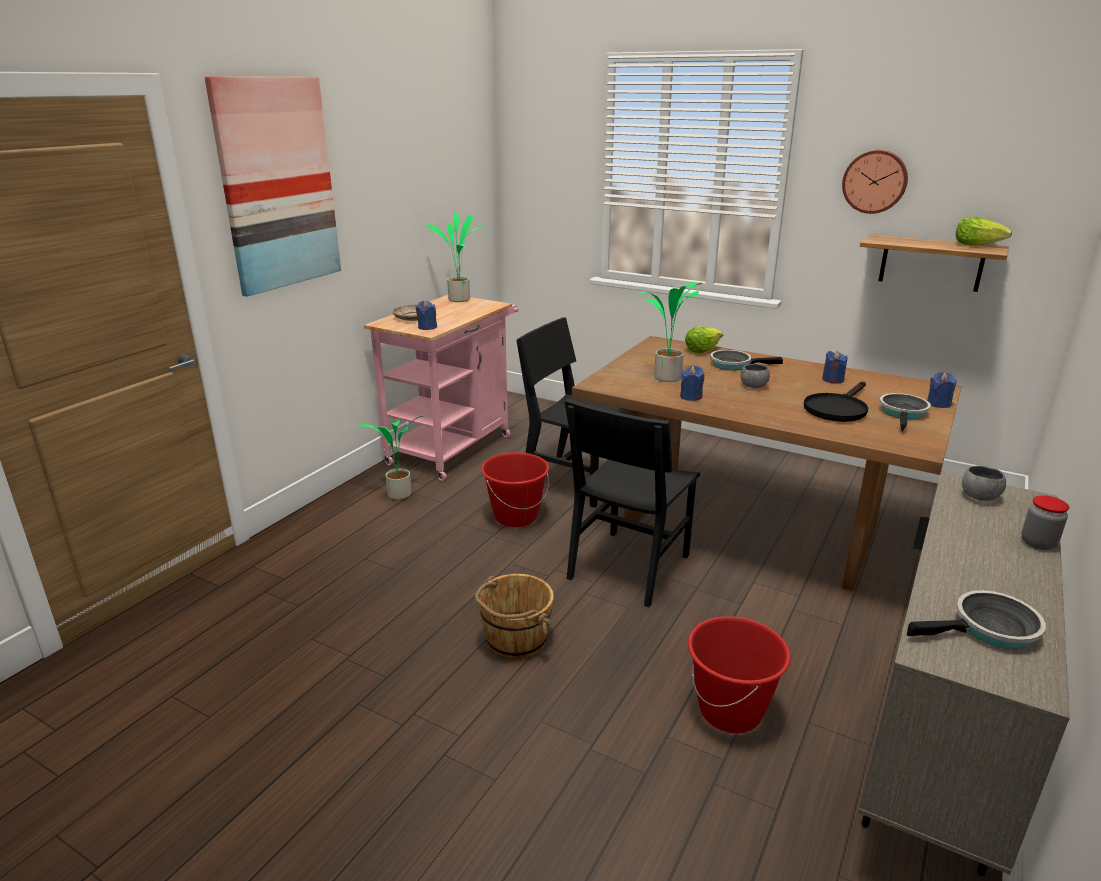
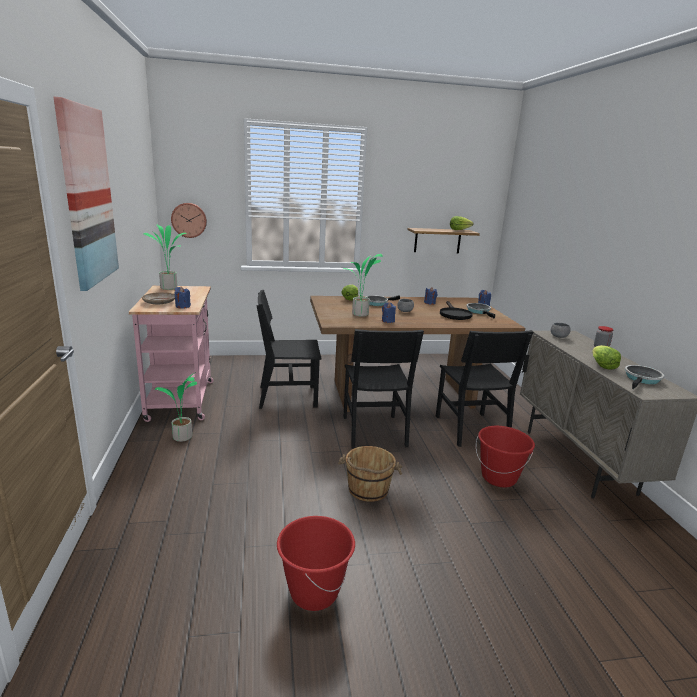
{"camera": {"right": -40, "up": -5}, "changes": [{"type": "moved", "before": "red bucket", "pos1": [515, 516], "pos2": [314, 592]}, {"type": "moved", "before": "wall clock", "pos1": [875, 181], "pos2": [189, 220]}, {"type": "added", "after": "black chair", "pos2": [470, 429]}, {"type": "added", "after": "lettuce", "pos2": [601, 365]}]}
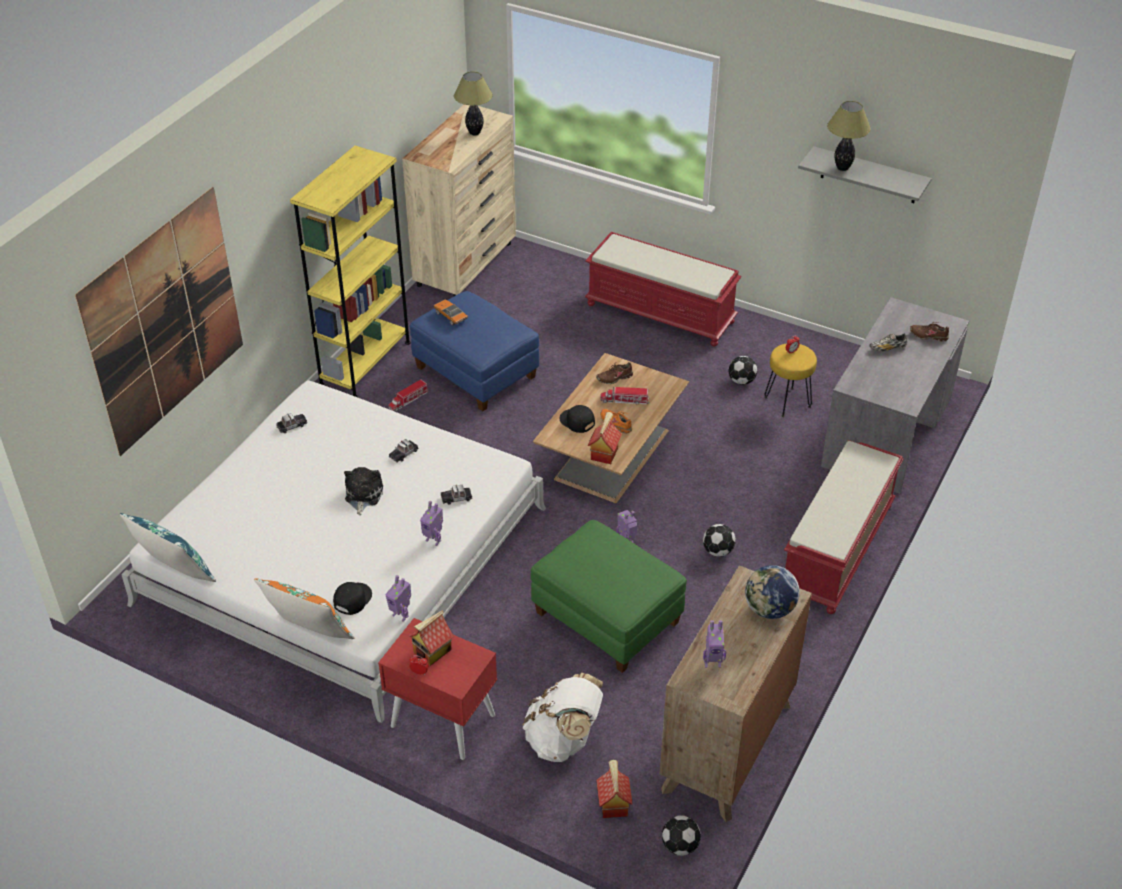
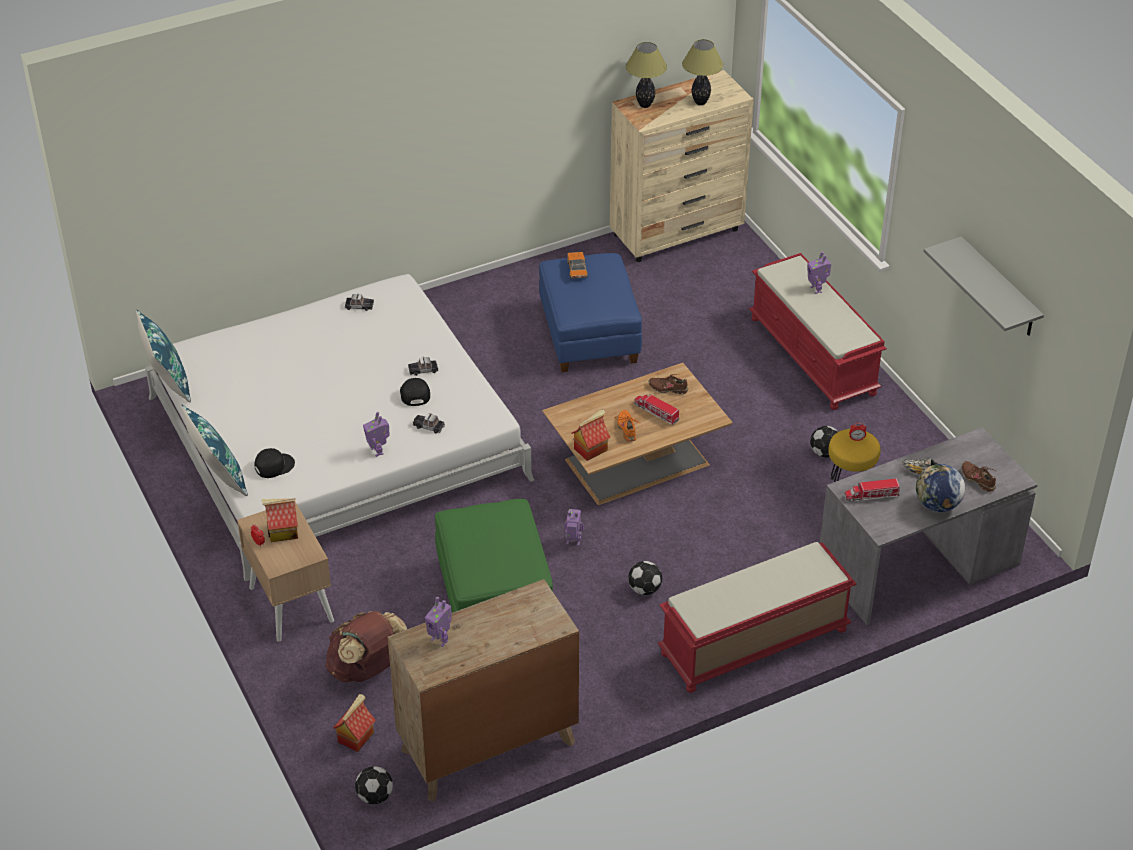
{"camera": {"right": 35, "up": 0}, "changes": [{"type": "removed", "before": "picture", "pos1": [165, 321]}, {"type": "recoloured", "before": "orange pillow", "after": "blue pillow", "pos1": [309, 635], "pos2": [218, 476]}, {"type": "removed", "before": "yellow bookcase", "pos1": [365, 363]}, {"type": "removed", "before": "plush toy", "pos1": [363, 495]}, {"type": "recoloured", "before": "red nightstand", "after": "beige nightstand", "pos1": [442, 720], "pos2": [290, 604]}, {"type": "moved", "before": "toy robot", "pos1": [401, 615], "pos2": [816, 289]}, {"type": "moved", "before": "toy truck", "pos1": [408, 400], "pos2": [871, 495]}, {"type": "recoloured", "before": "white backpack", "after": "brown backpack", "pos1": [563, 740], "pos2": [366, 669]}, {"type": "moved", "before": "black cap", "pos1": [577, 421], "pos2": [414, 393]}, {"type": "moved", "before": "globe", "pos1": [769, 609], "pos2": [937, 505]}, {"type": "moved", "before": "table lamp", "pos1": [842, 168], "pos2": [645, 105]}]}
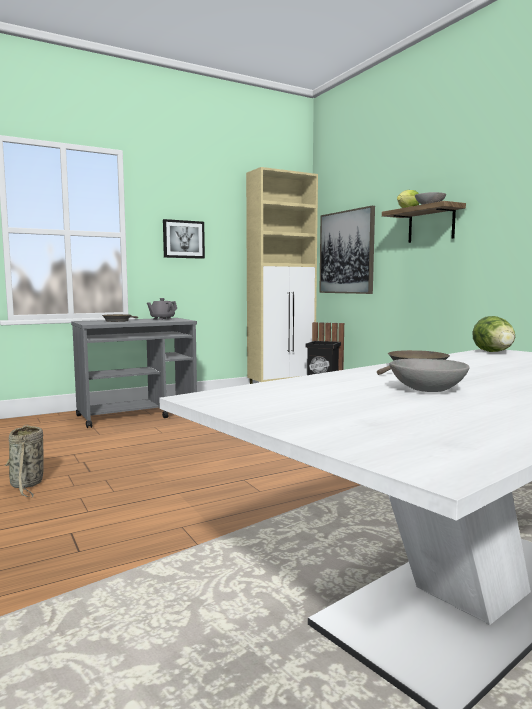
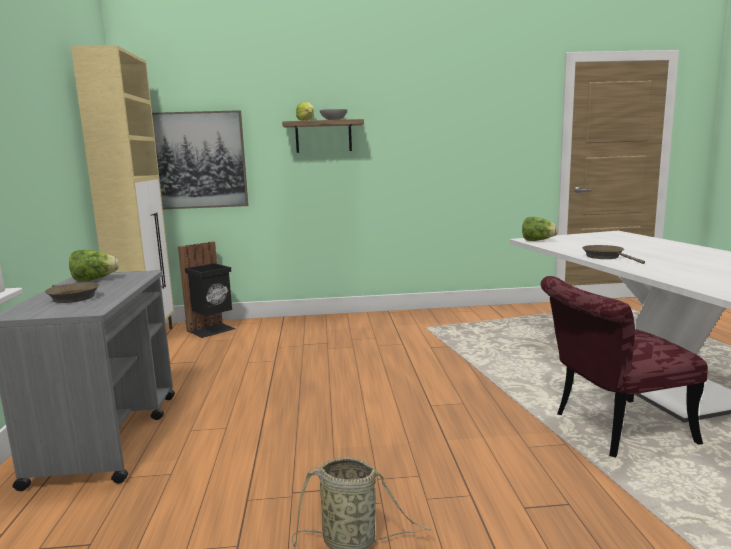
{"camera": {"right": -65, "up": 5}, "changes": [{"type": "replaced", "before": "grey teapot", "after": "lettuce", "pos1": [162, 319], "pos2": [94, 280]}, {"type": "removed", "before": "picture", "pos1": [183, 239]}, {"type": "removed", "before": "grey bowl", "pos1": [427, 390]}, {"type": "added", "after": "red chair", "pos2": [610, 430]}]}
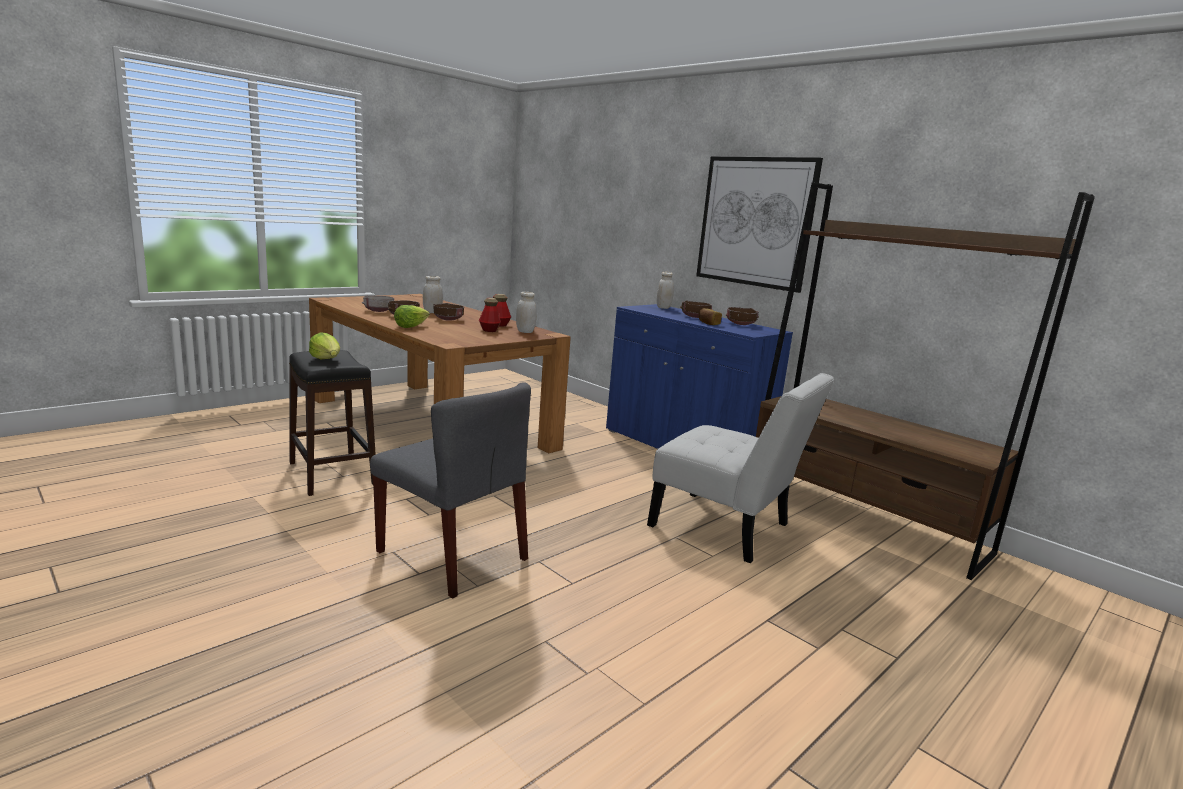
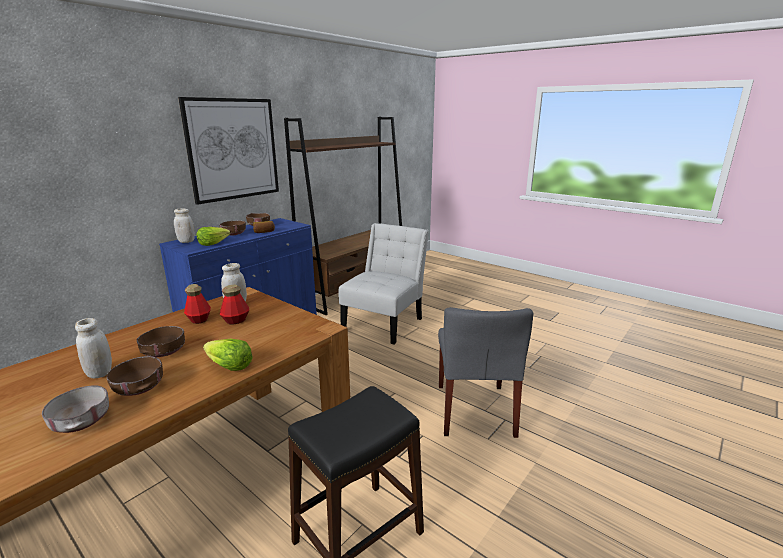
{"camera": {"right": -95, "up": 5}, "changes": [{"type": "moved", "before": "lettuce", "pos1": [327, 359], "pos2": [213, 244]}, {"type": "turned", "before": "grey chair", "pos1": [453, 556], "pos2": [475, 410], "turn": 150}]}
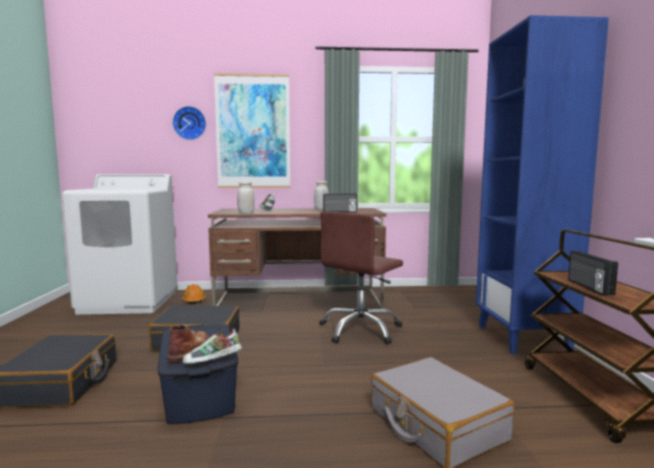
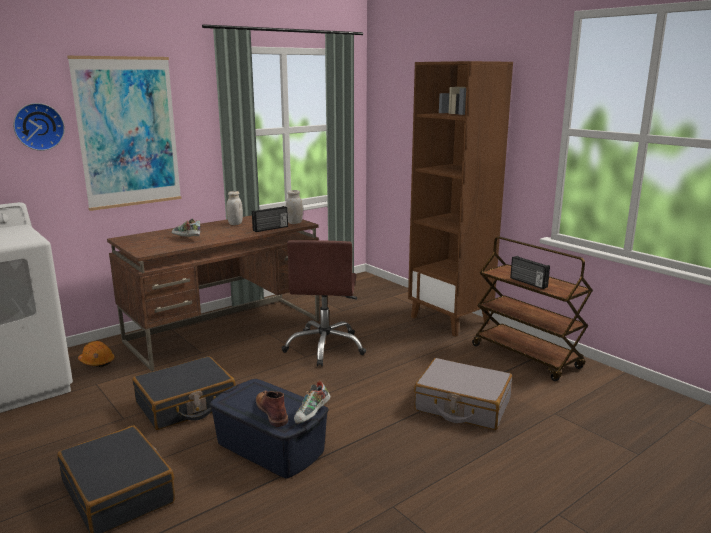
{"camera": {"right": -35, "up": 10}, "changes": [{"type": "moved", "before": "white jar", "pos1": [246, 213], "pos2": [294, 223]}, {"type": "recoloured", "before": "blue bookcase", "after": "brown bookcase", "pos1": [523, 338], "pos2": [450, 320]}]}
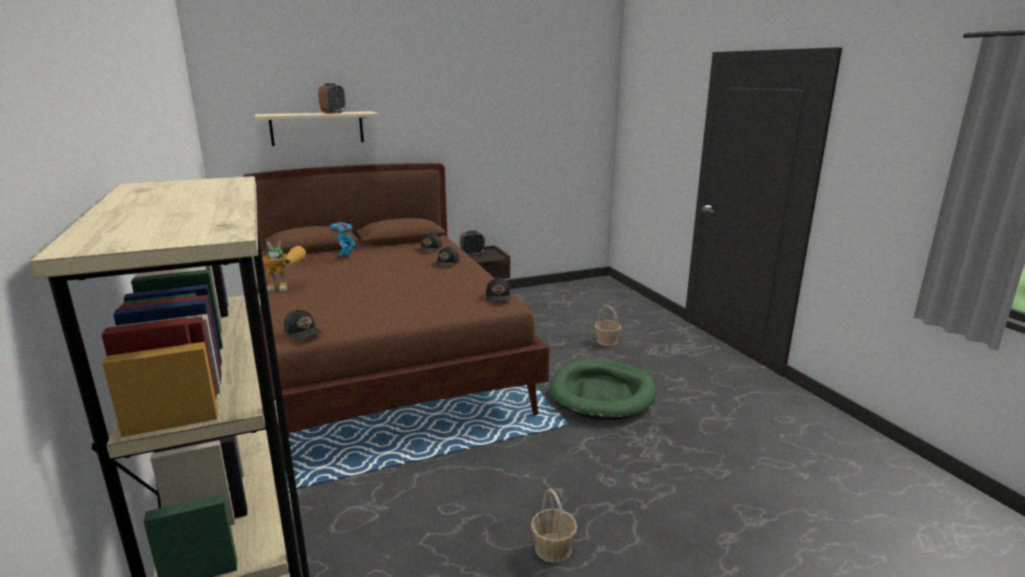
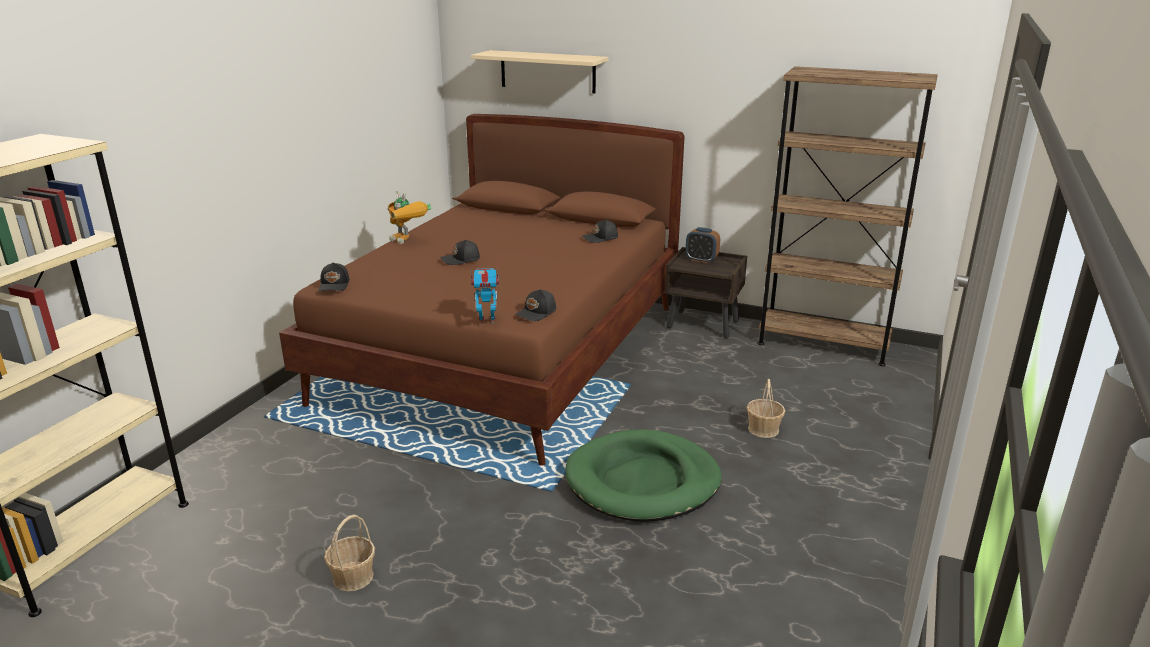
{"camera": {"right": 45, "up": 5}, "changes": [{"type": "removed", "before": "alarm clock", "pos1": [333, 113]}, {"type": "moved", "before": "toy robot", "pos1": [344, 257], "pos2": [487, 321]}, {"type": "moved", "before": "black cap", "pos1": [447, 263], "pos2": [461, 260]}, {"type": "added", "after": "brown bookcase", "pos2": [823, 344]}]}
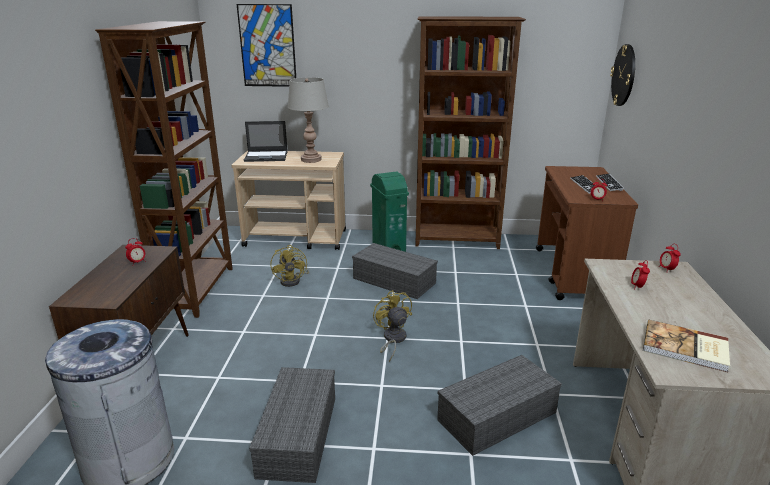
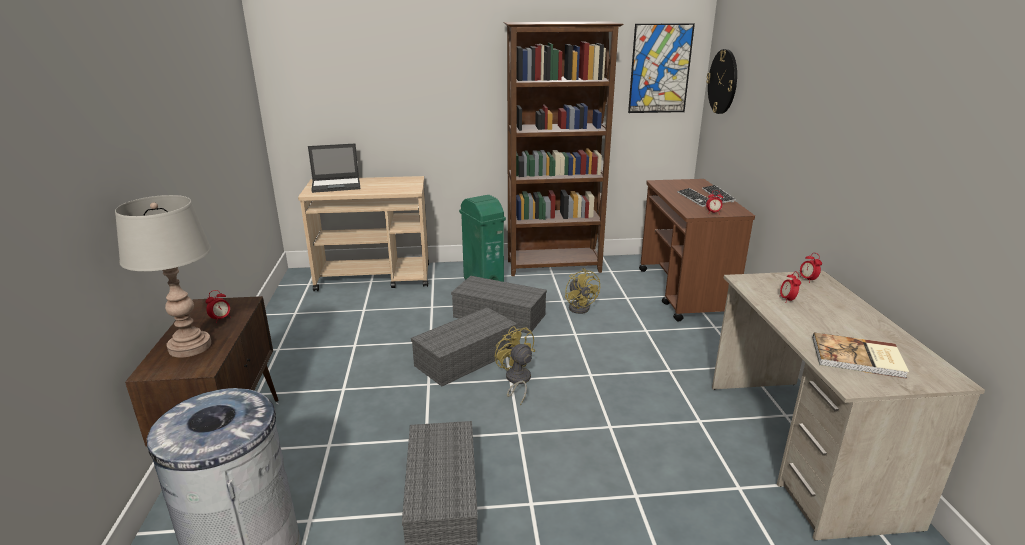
{"camera": {"right": -10, "up": 0}, "changes": [{"type": "removed", "before": "brown bookcase", "pos1": [198, 290]}, {"type": "moved", "before": "picture", "pos1": [267, 46], "pos2": [660, 69]}, {"type": "moved", "before": "yellow fan", "pos1": [293, 280], "pos2": [580, 307]}, {"type": "moved", "before": "grey table lamp", "pos1": [311, 159], "pos2": [190, 347]}, {"type": "moved", "before": "grey storage box", "pos1": [496, 417], "pos2": [465, 359]}]}
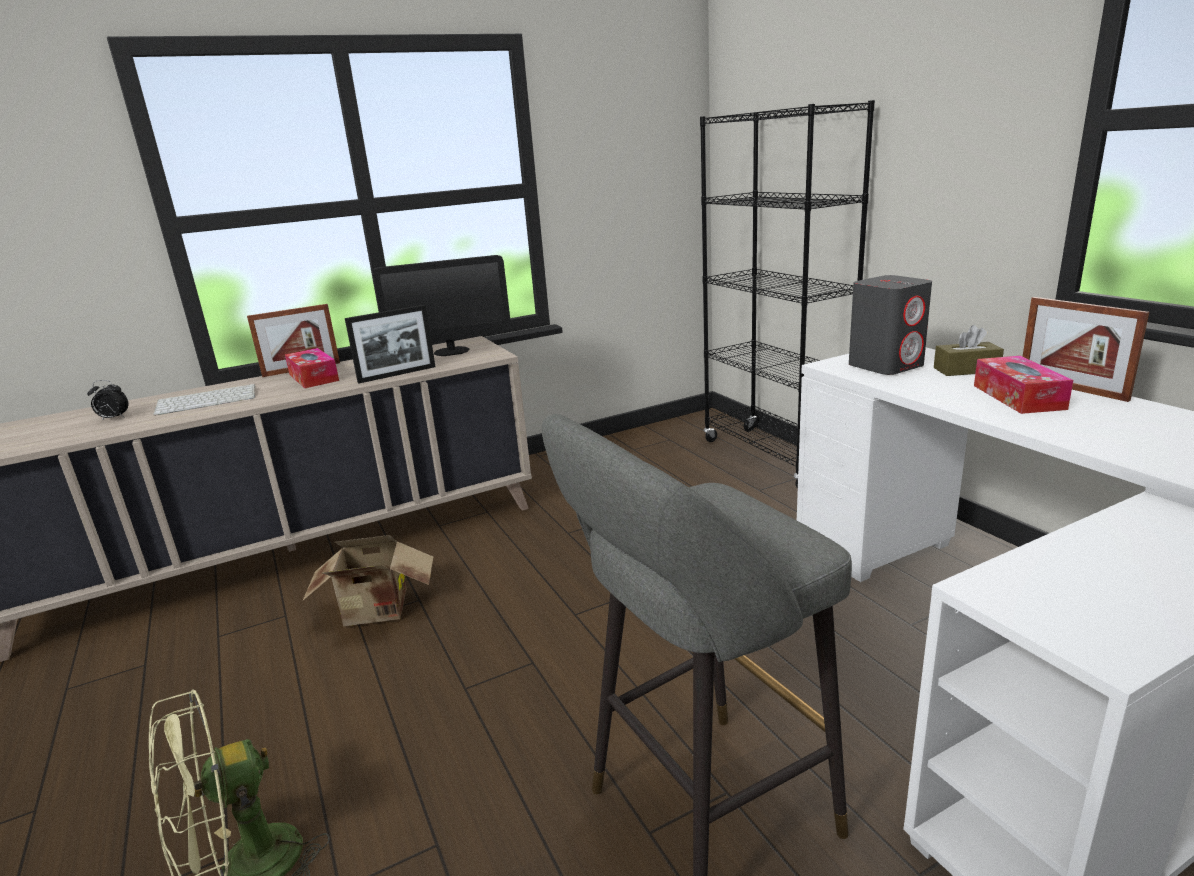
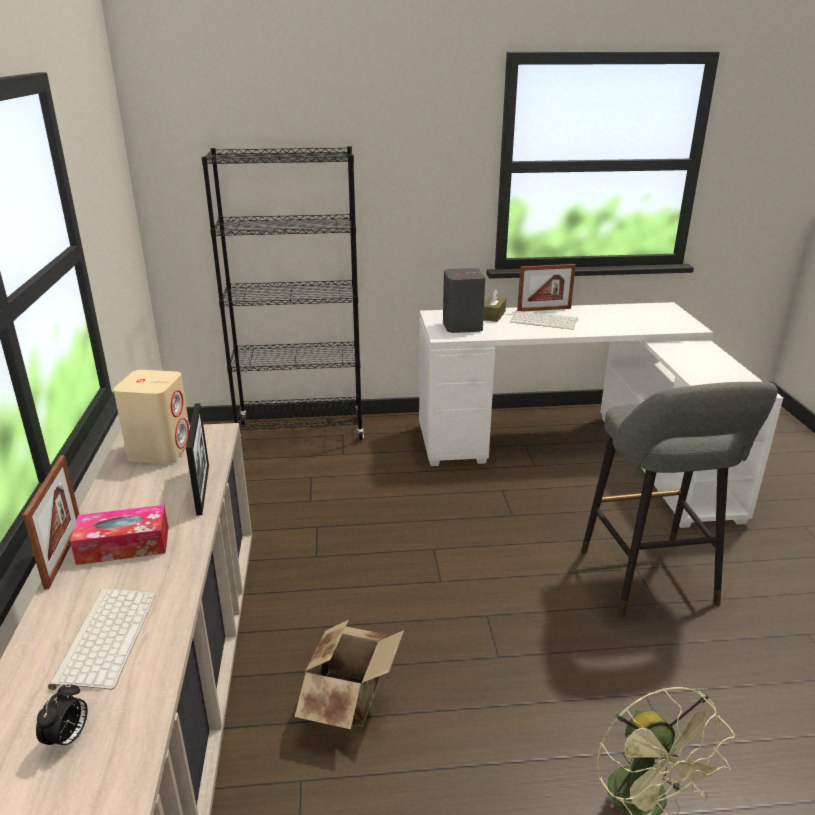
{"camera": {"right": -70, "up": 5}, "changes": [{"type": "replaced", "before": "monitor", "after": "beige speaker", "pos1": [451, 351], "pos2": [160, 450]}, {"type": "replaced", "before": "tissue box", "after": "keyboard", "pos1": [1018, 397], "pos2": [544, 321]}]}
